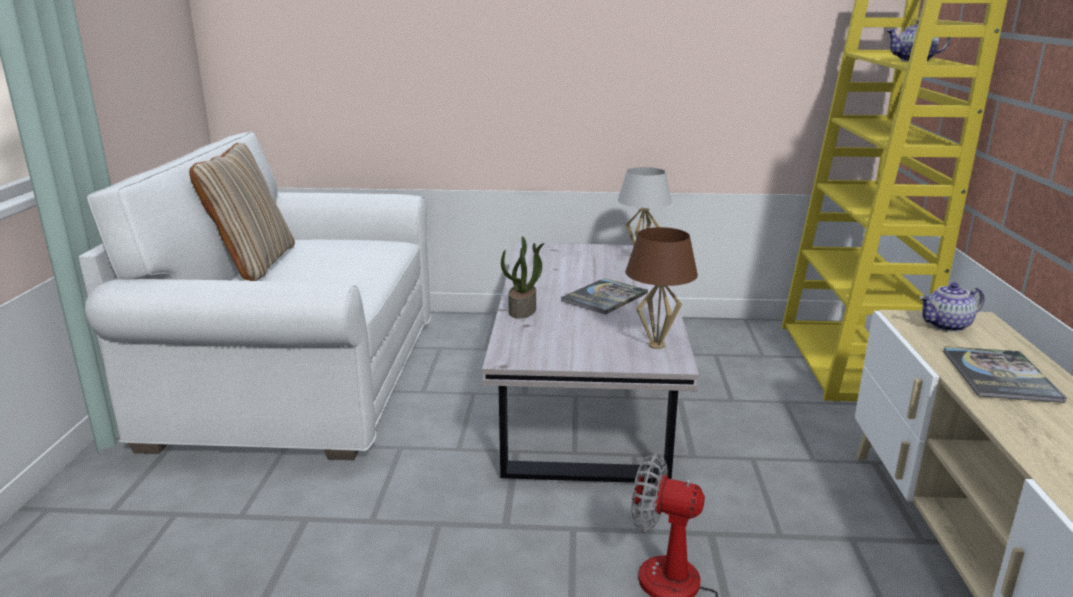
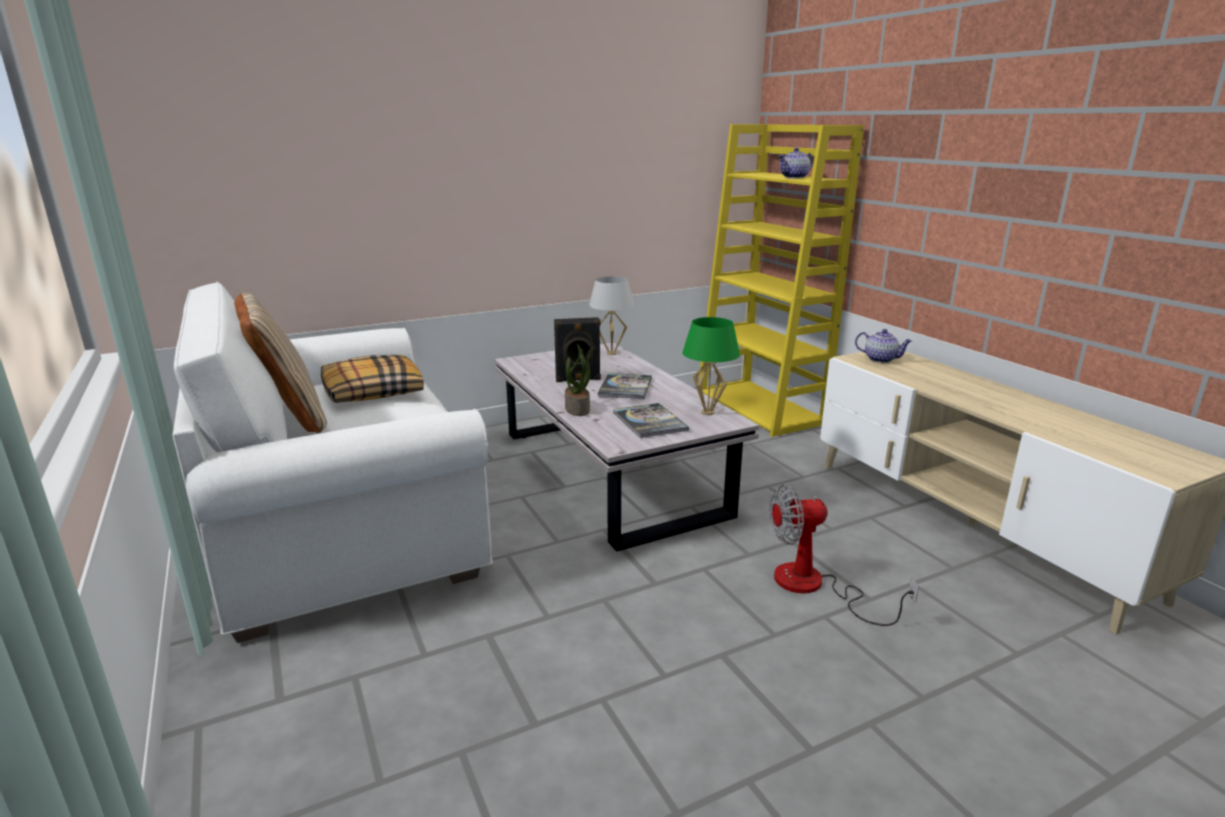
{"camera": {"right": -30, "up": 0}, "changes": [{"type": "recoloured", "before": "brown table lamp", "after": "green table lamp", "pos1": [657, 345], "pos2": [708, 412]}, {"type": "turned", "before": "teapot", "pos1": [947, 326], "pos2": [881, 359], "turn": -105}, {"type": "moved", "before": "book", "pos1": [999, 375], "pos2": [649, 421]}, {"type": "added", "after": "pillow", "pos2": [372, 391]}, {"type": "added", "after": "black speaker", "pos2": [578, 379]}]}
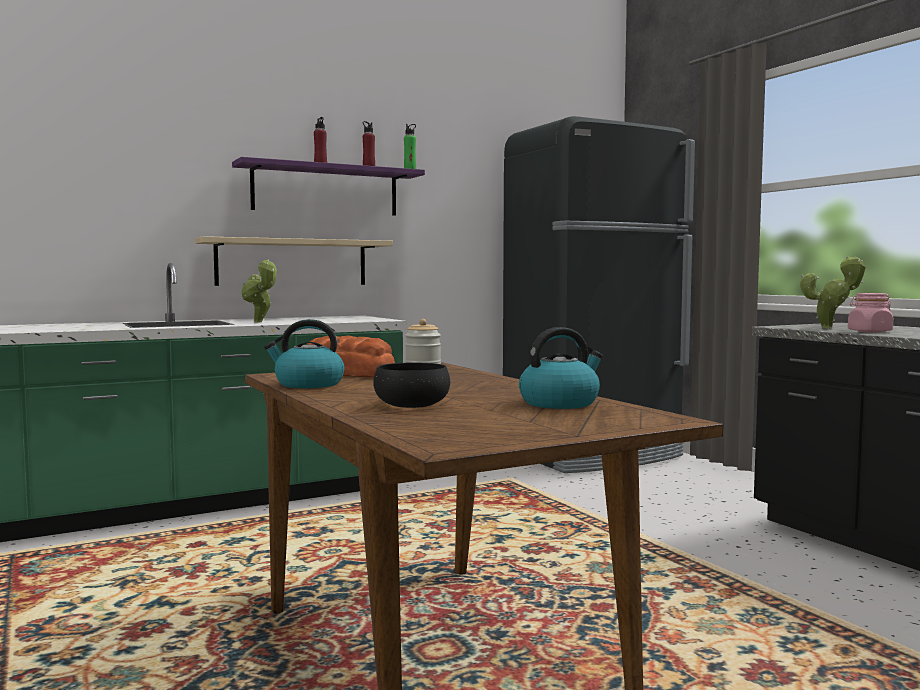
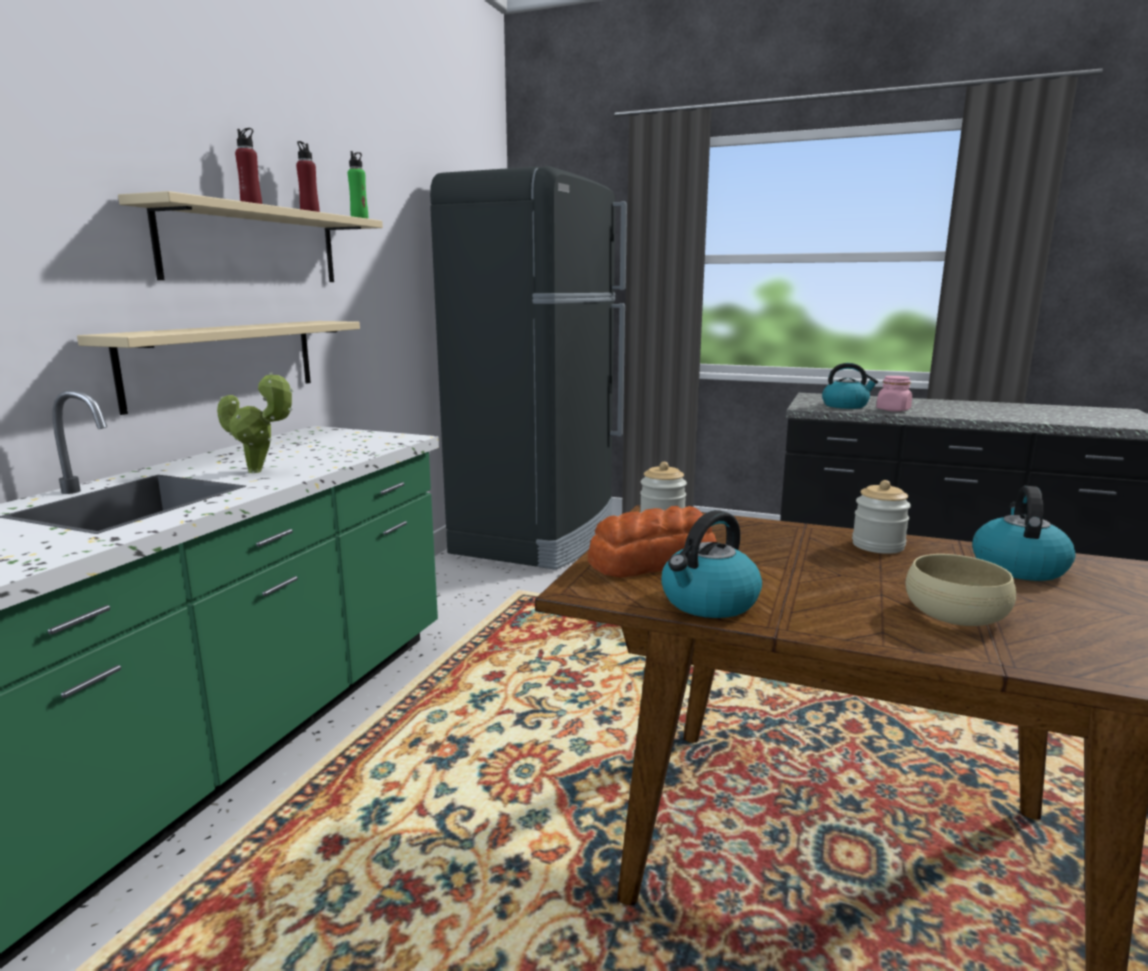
{"camera": {"right": -40, "up": 10}, "changes": [{"type": "recoloured", "before": "purple shelf", "after": "beige shelf", "pos1": [326, 190], "pos2": [253, 246]}, {"type": "recoloured", "before": "black bowl", "after": "beige bowl", "pos1": [411, 404], "pos2": [955, 615]}, {"type": "replaced", "before": "potted plant", "after": "kettle", "pos1": [831, 328], "pos2": [845, 406]}, {"type": "added", "after": "jar", "pos2": [878, 545]}]}
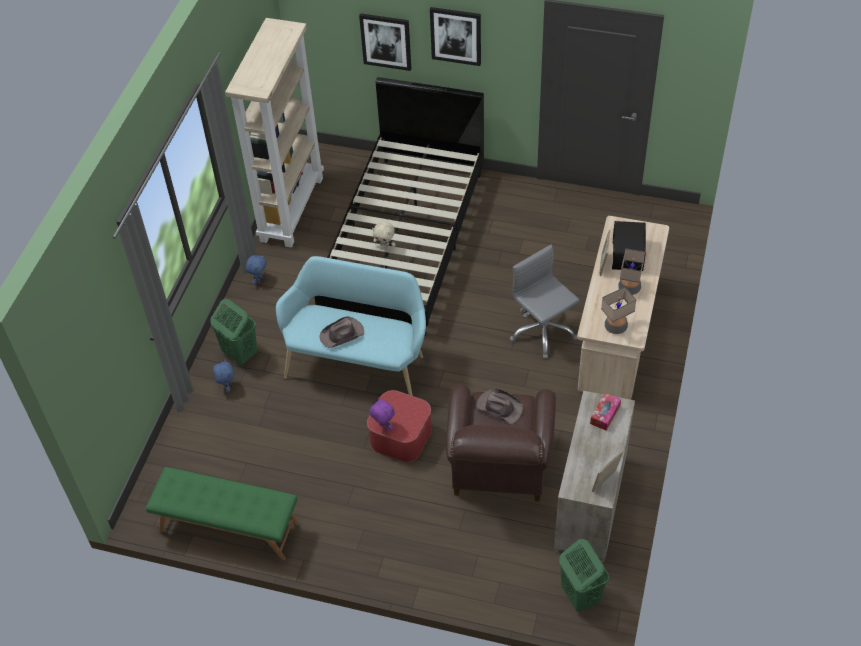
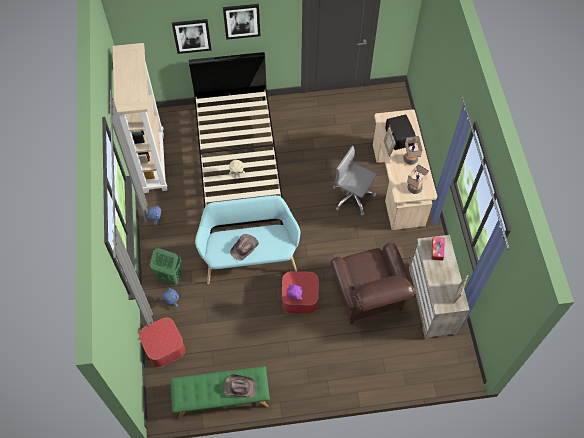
{"camera": {"right": -25, "up": 10}, "changes": [{"type": "moved", "before": "brown hat", "pos1": [499, 407], "pos2": [239, 387]}, {"type": "removed", "before": "green laundry basket", "pos1": [580, 595]}, {"type": "added", "after": "ottoman", "pos2": [164, 346]}]}
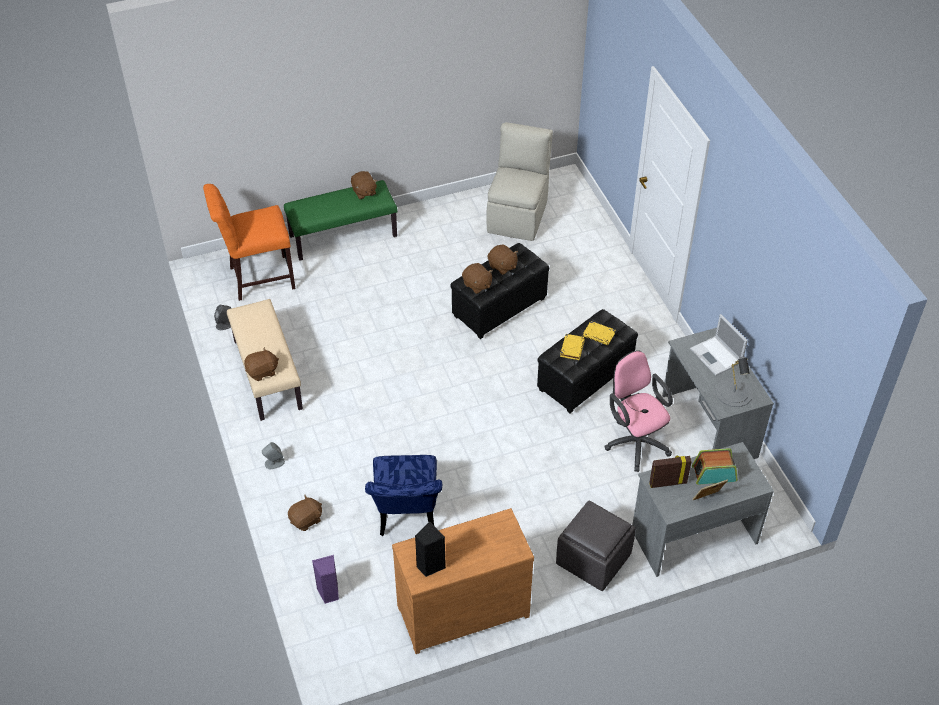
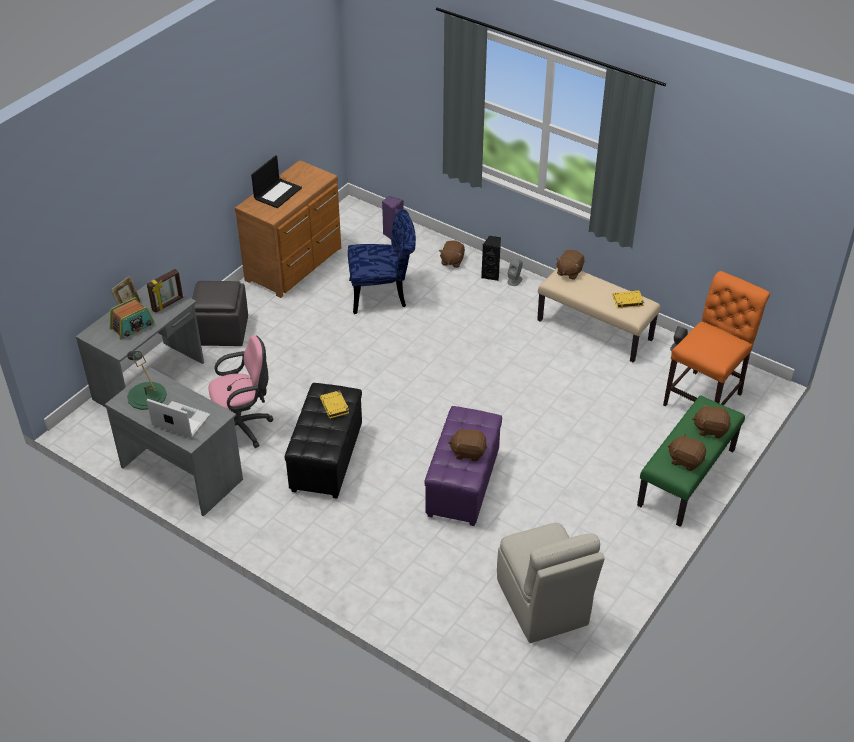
{"camera": {"right": 145, "up": -5}, "changes": [{"type": "turned", "before": "blue chair", "pos1": [406, 516], "pos2": [383, 294], "turn": 120}, {"type": "moved", "before": "black speaker", "pos1": [430, 565], "pos2": [491, 275]}, {"type": "recoloured", "before": "black ottoman", "after": "purple ottoman", "pos1": [499, 307], "pos2": [463, 485]}, {"type": "moved", "before": "brown plush toy", "pos1": [477, 285], "pos2": [710, 429]}, {"type": "moved", "before": "yellow book", "pos1": [599, 335], "pos2": [627, 301]}, {"type": "turned", "before": "pink office chair", "pos1": [635, 441], "pos2": [243, 427], "turn": -45}, {"type": "recoloured", "before": "grey table lamp", "after": "green table lamp", "pos1": [734, 392], "pos2": [146, 396]}, {"type": "added", "after": "laptop", "pos2": [277, 193]}]}
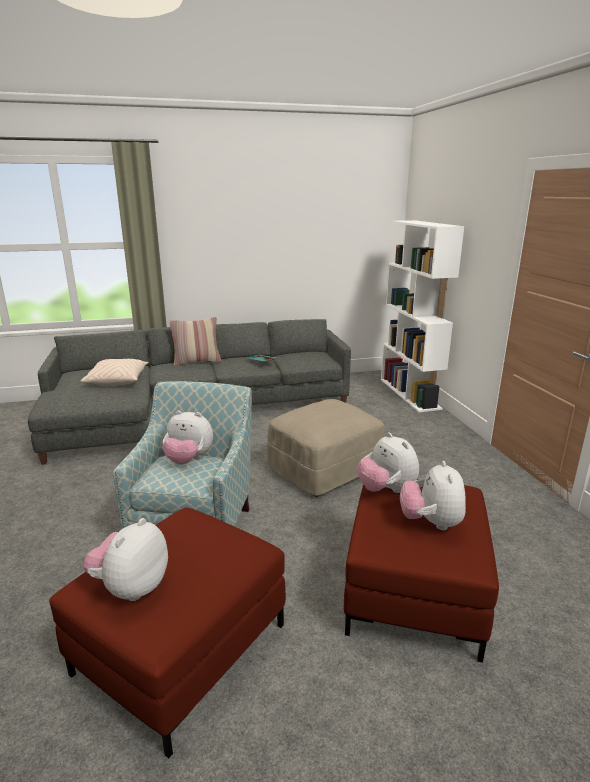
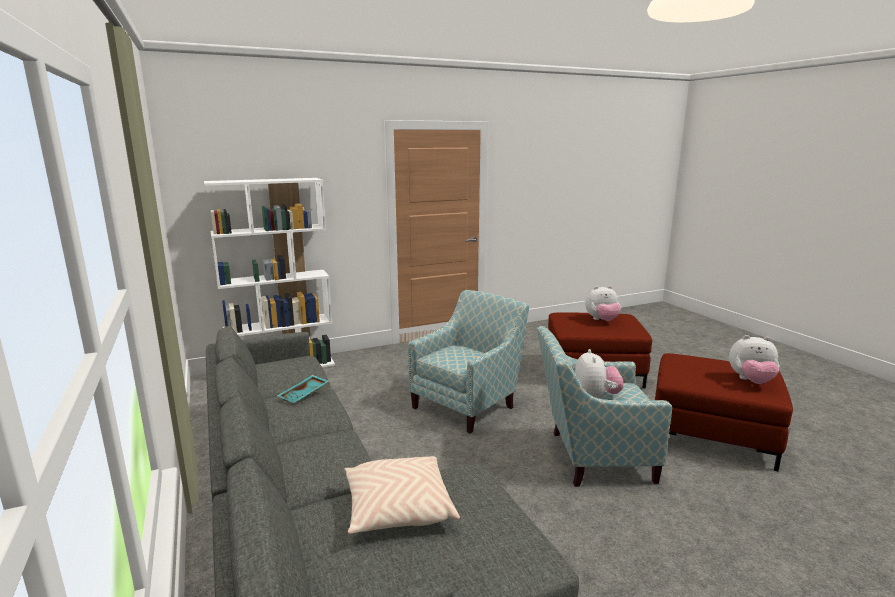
{"camera": {"right": -100, "up": -5}, "changes": [{"type": "removed", "before": "pillow", "pos1": [197, 362]}, {"type": "replaced", "before": "beige ottoman", "after": "armchair", "pos1": [325, 469], "pos2": [468, 404]}, {"type": "removed", "before": "plush toy", "pos1": [386, 489]}]}
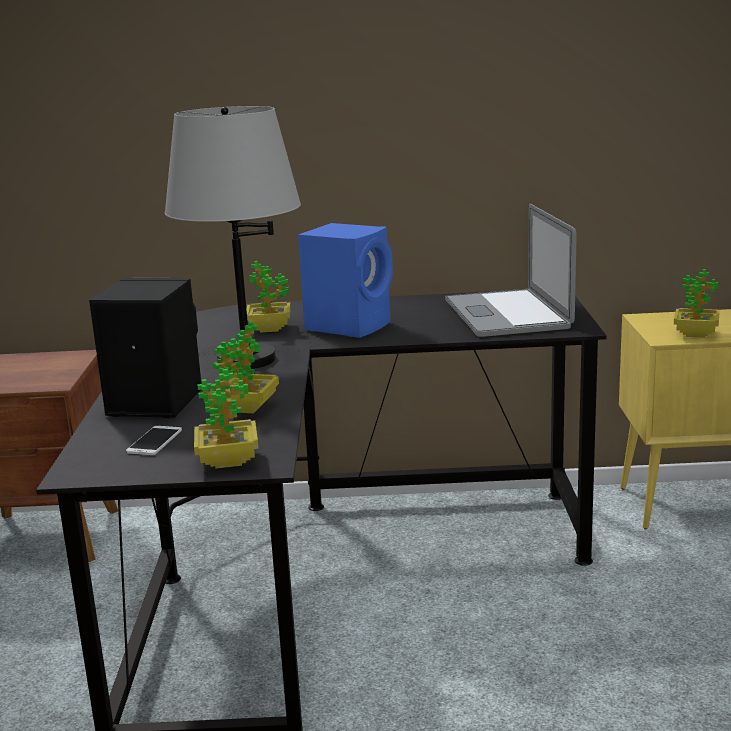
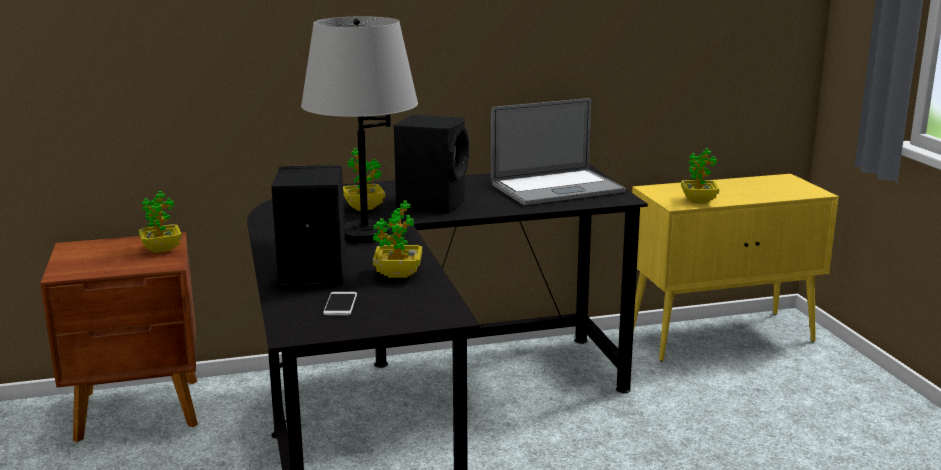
{"camera": {"right": -15, "up": 0}, "changes": [{"type": "moved", "before": "potted plant", "pos1": [228, 461], "pos2": [162, 249]}, {"type": "recoloured", "before": "blue speaker", "after": "black speaker", "pos1": [350, 325], "pos2": [433, 202]}, {"type": "turned", "before": "laptop", "pos1": [506, 313], "pos2": [557, 188], "turn": -90}]}
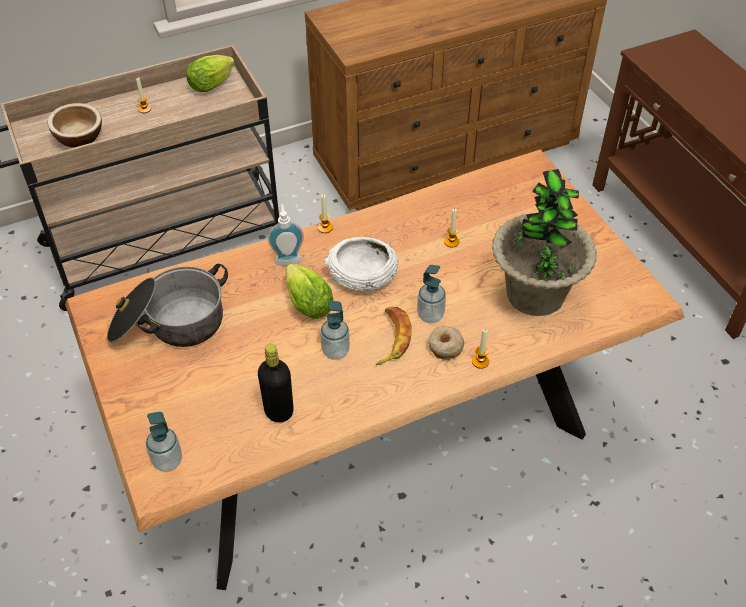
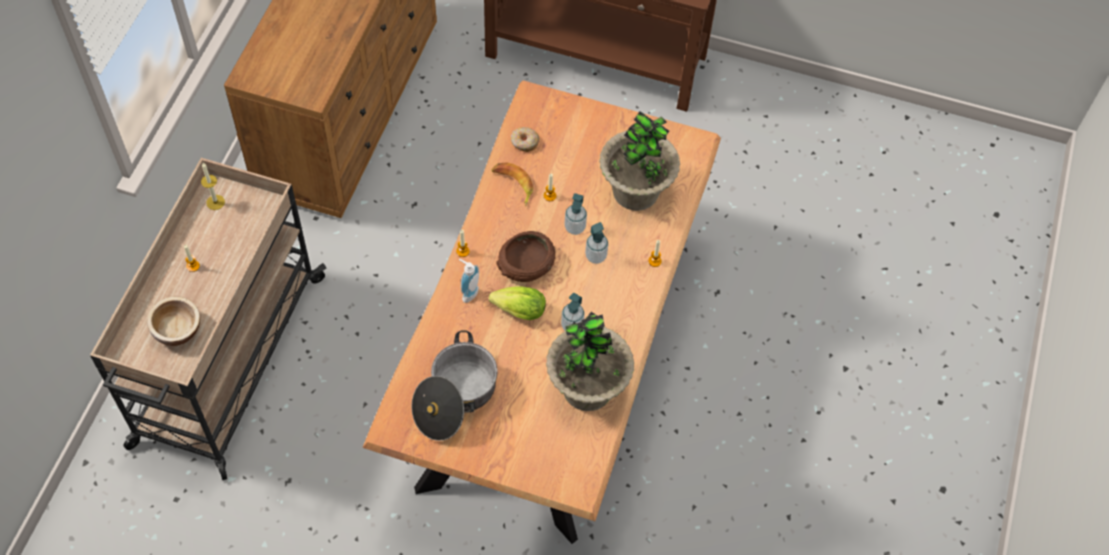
{"camera": {"right": -50, "up": 10}, "changes": [{"type": "moved", "before": "soap dispenser", "pos1": [167, 461], "pos2": [575, 227]}, {"type": "replaced", "before": "lettuce", "after": "candle", "pos1": [213, 84], "pos2": [215, 202]}, {"type": "replaced", "before": "black bottle", "after": "potted plant", "pos1": [279, 411], "pos2": [587, 388]}, {"type": "recoloured", "before": "white bowl", "after": "brown bowl", "pos1": [362, 276], "pos2": [527, 264]}, {"type": "moved", "before": "banana", "pos1": [391, 338], "pos2": [513, 185]}, {"type": "moved", "before": "donut", "pos1": [445, 346], "pos2": [524, 142]}]}
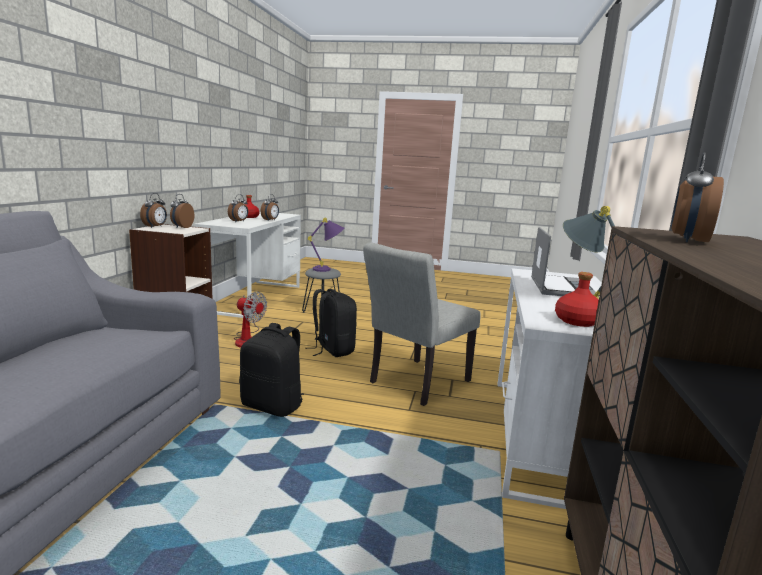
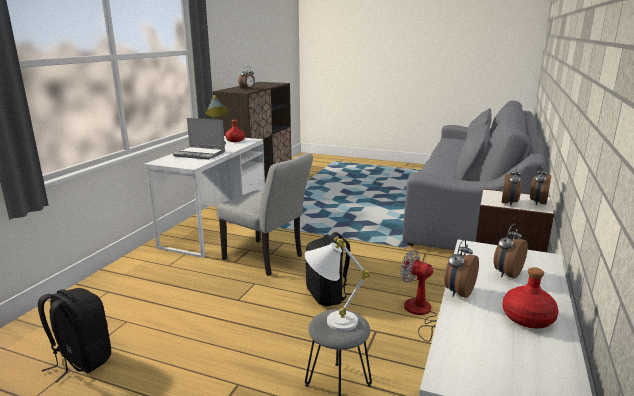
{"camera": {"right": -170, "up": 5}, "changes": [{"type": "moved", "before": "black backpack", "pos1": [273, 406], "pos2": [81, 360]}, {"type": "recoloured", "before": "purple table lamp", "after": "white table lamp", "pos1": [328, 269], "pos2": [330, 321]}, {"type": "turned", "before": "grey chair", "pos1": [415, 383], "pos2": [267, 259], "turn": 75}, {"type": "turned", "before": "laptop", "pos1": [560, 288], "pos2": [200, 154], "turn": -90}]}
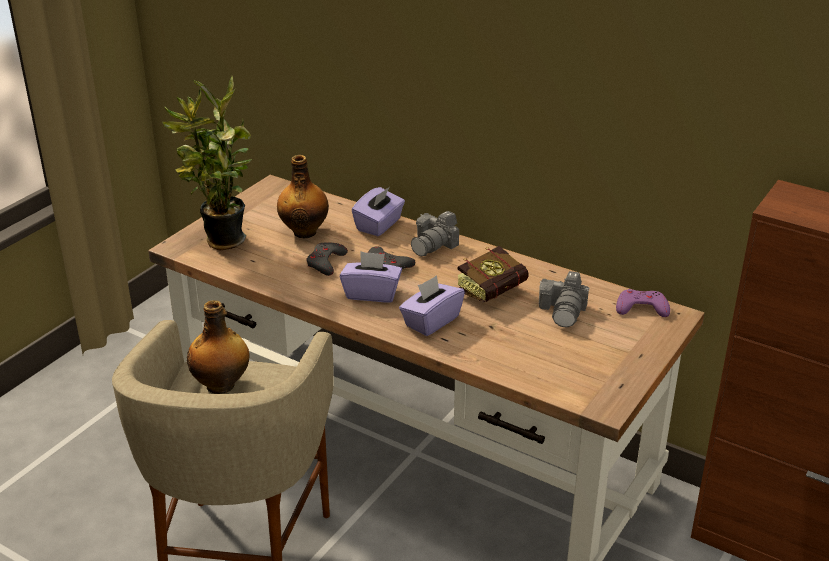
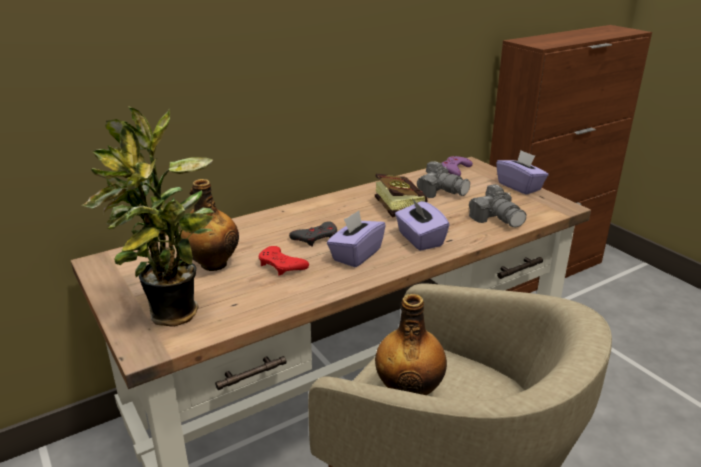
{"camera": {"right": -65, "up": -5}, "changes": [{"type": "recoloured", "before": "grey game controller", "after": "red game controller", "pos1": [326, 262], "pos2": [281, 265]}, {"type": "moved", "before": "purple tissue box", "pos1": [379, 225], "pos2": [519, 186]}, {"type": "moved", "before": "photo camera", "pos1": [434, 245], "pos2": [497, 218]}]}
